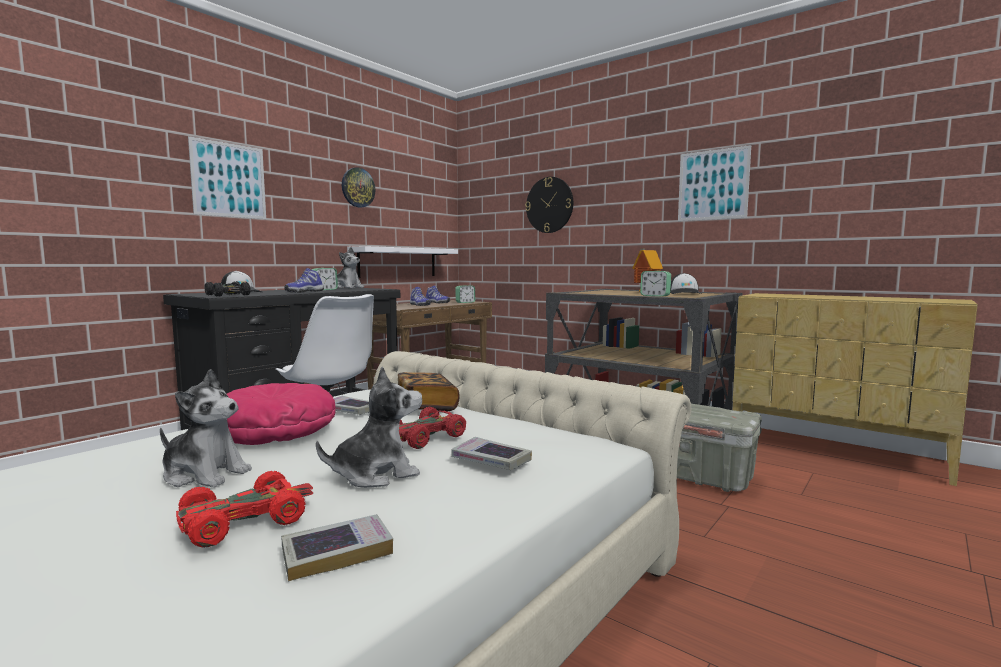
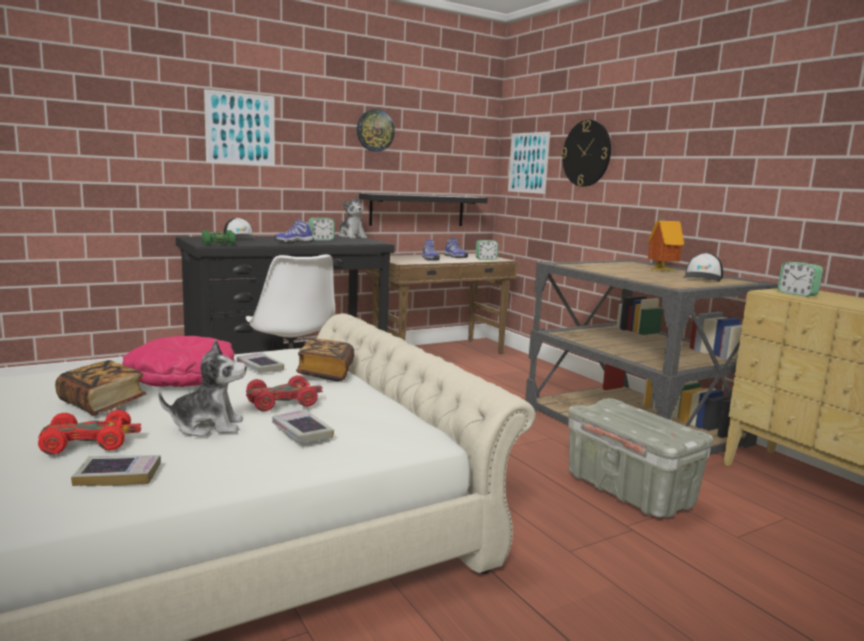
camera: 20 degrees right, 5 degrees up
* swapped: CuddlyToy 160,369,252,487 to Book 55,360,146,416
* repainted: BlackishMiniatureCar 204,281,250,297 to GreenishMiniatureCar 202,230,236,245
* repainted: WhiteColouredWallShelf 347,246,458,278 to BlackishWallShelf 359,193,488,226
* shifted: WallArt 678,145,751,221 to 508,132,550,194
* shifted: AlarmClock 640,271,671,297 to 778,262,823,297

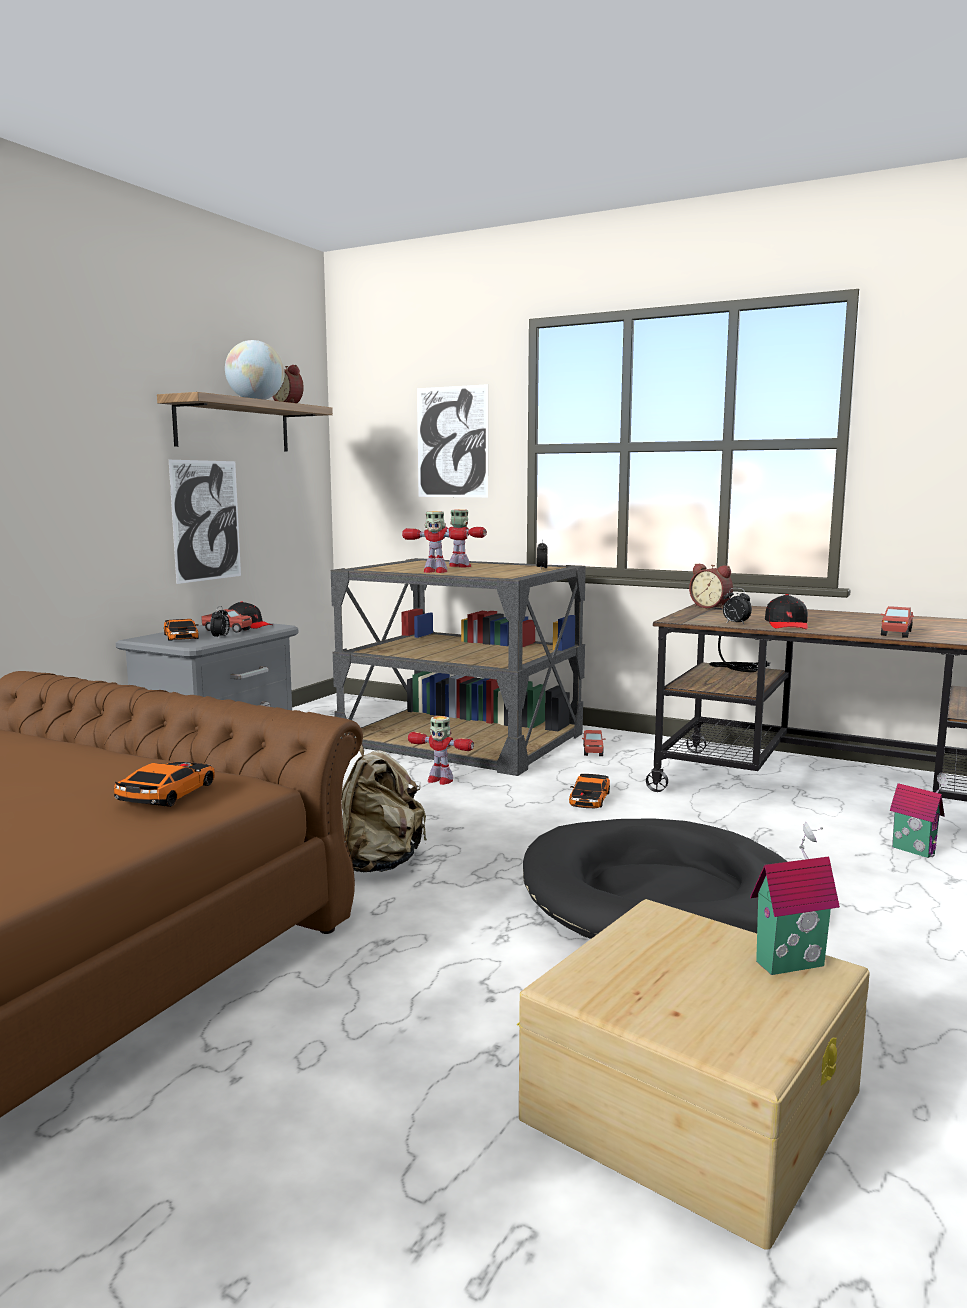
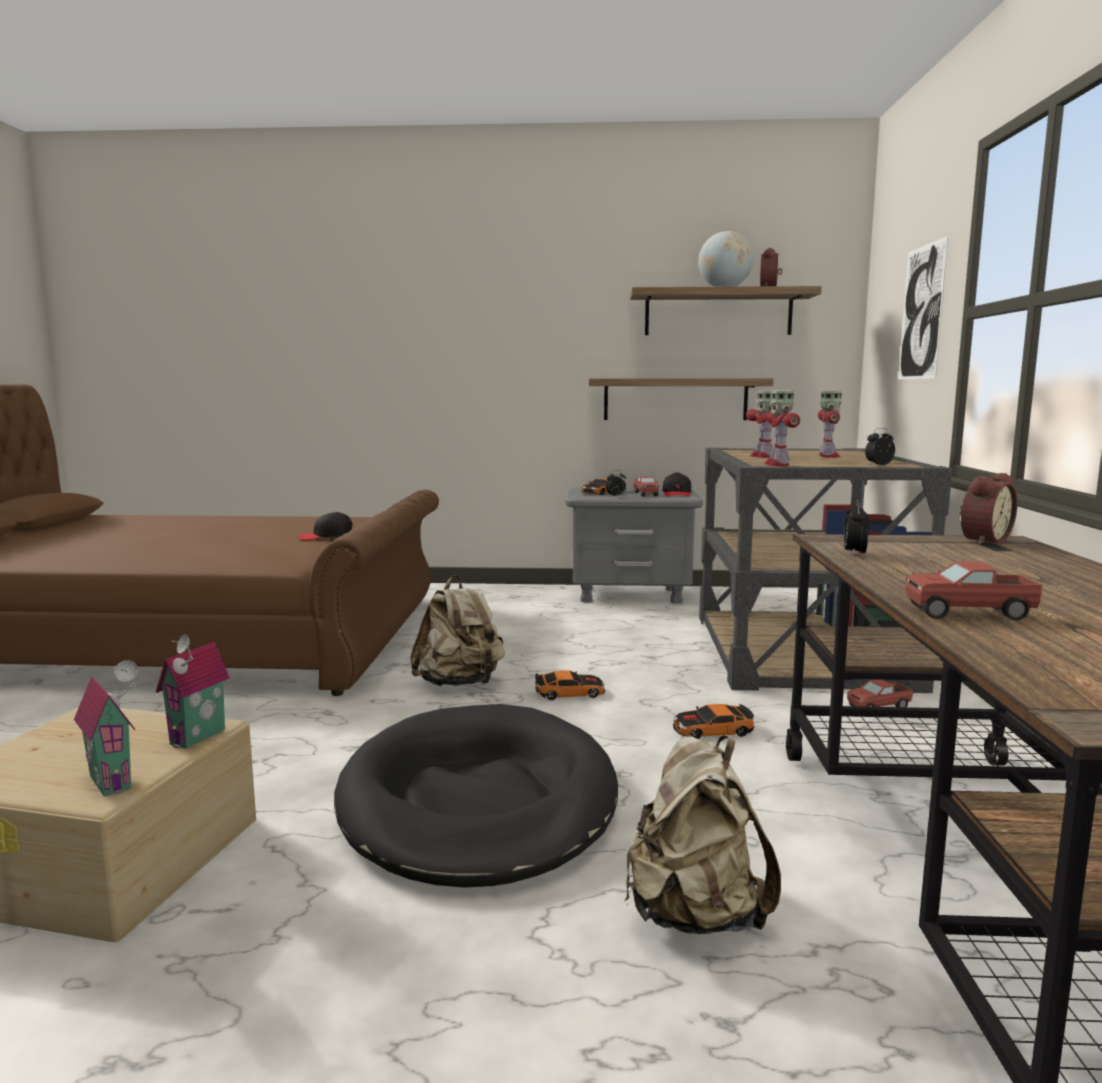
camera: 65 degrees right, 0 degrees up
* shifted: ToyHouse 890,773,948,858 to 156,634,230,748
* shifted: BlackishBaseballCap 765,594,808,629 to 298,512,353,540
* shifted: MiniatureCar 114,762,215,807 to 535,670,605,700
* swapped: WallArt 169,460,241,584 to WallShelf 589,378,774,420
* new: SandColouredRucksack 625,735,781,934
* shifted: RobotFigure 408,716,474,785 to 764,390,800,466
* rotated: AlarmClock 689,564,733,609 = 959,473,1018,545 150 degrees counterclockwise

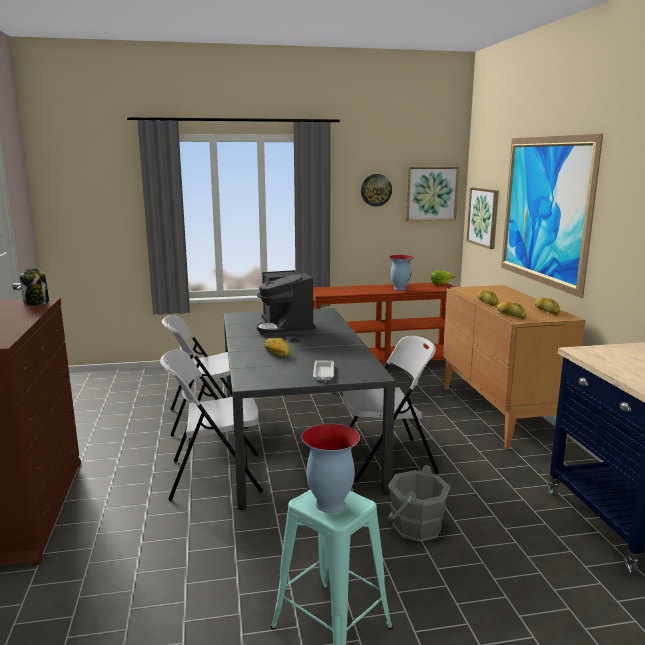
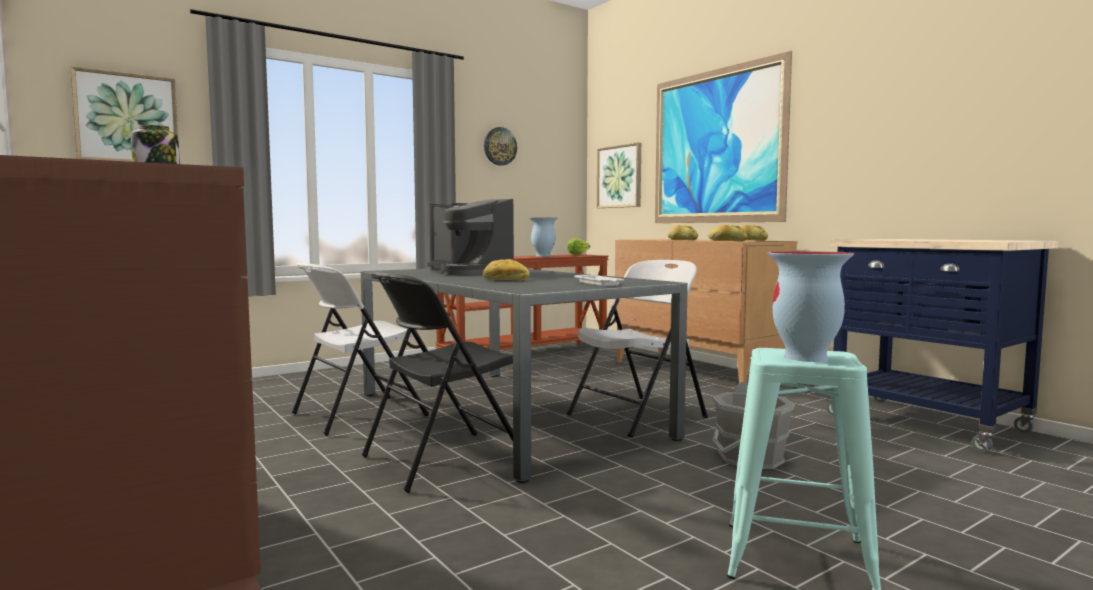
camera: 25 degrees left, 10 degrees down
* shifted: WallArt 406,167,459,221 to 70,66,178,162
* repainted: WhiteColouredPlainChair 160,349,263,501 to BlackishPlainChair 362,271,513,493

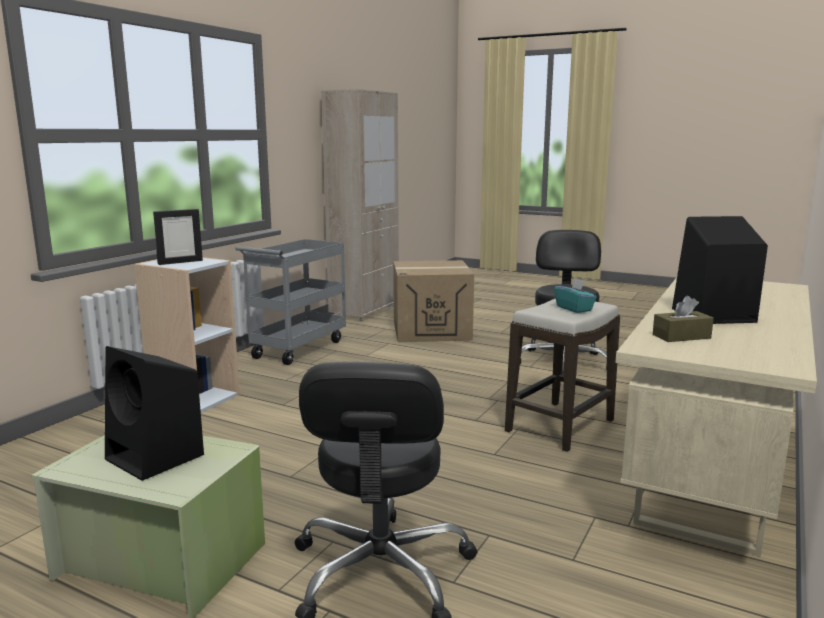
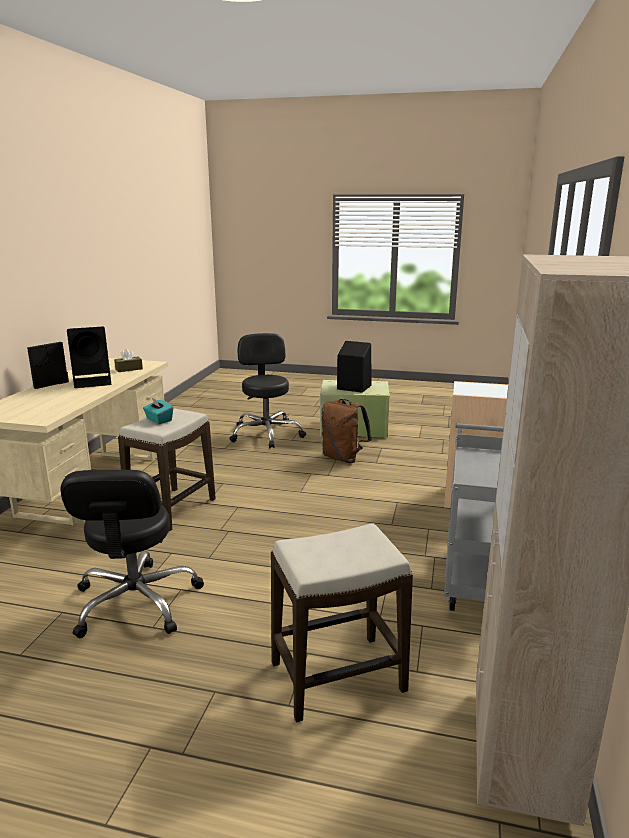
camera: 165 degrees right, 5 degrees up
* shifted: PhotoFrame 153,209,203,265 to 27,342,69,389
* swapped: Carton 393,260,474,342 to Stool 271,524,413,723
* new: BrownColouredRucksack 322,399,372,463

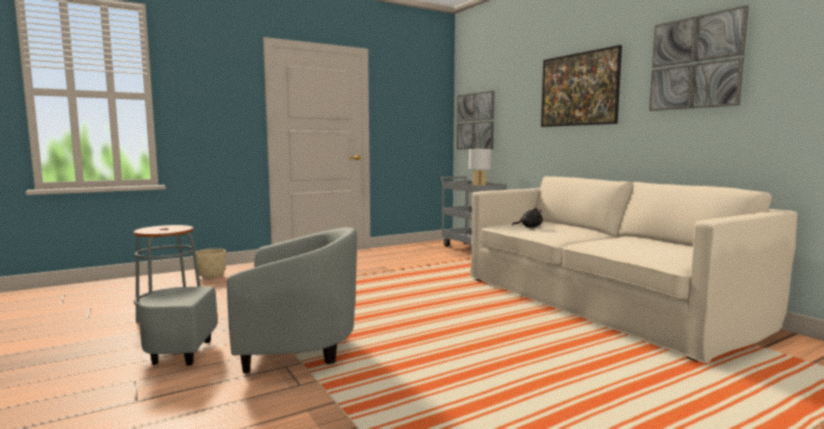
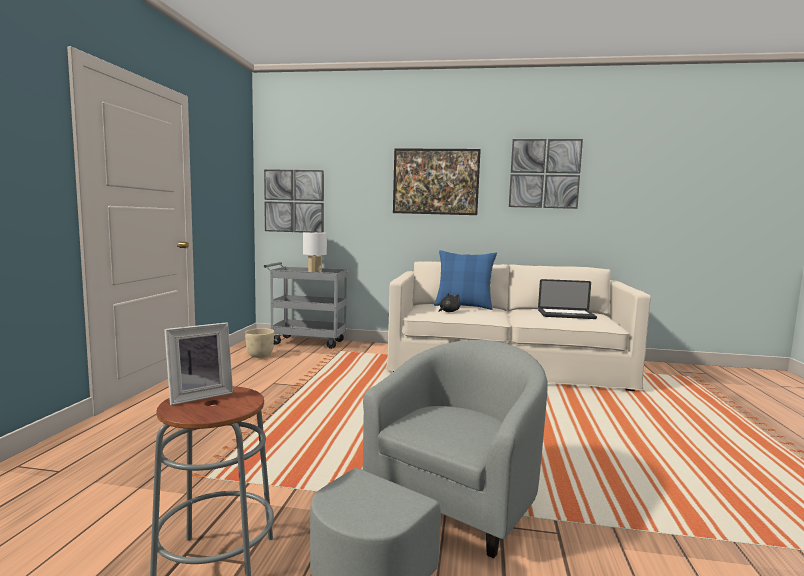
camera: 50 degrees left, 0 degrees up
* new: PhotoFrame 164,322,233,405
* shifted: SandColouredPlanter 196,248,226,278 to 245,328,274,358
* new: BluishCushion 434,250,497,310
* new: NotebookComputer 538,279,597,319

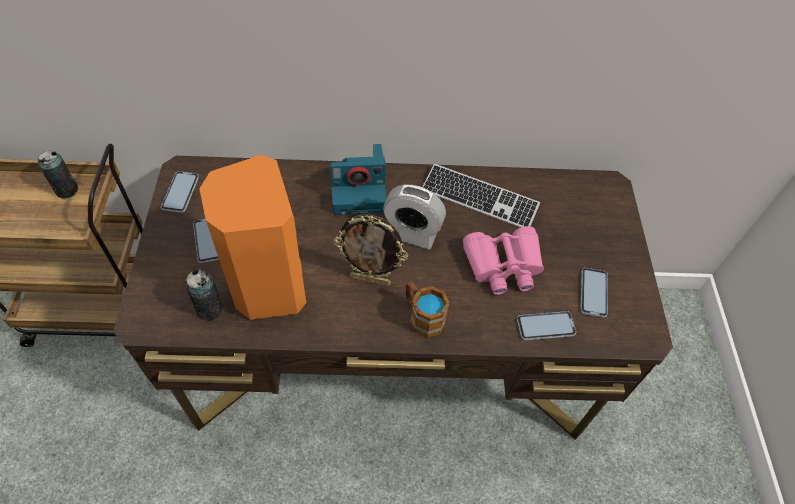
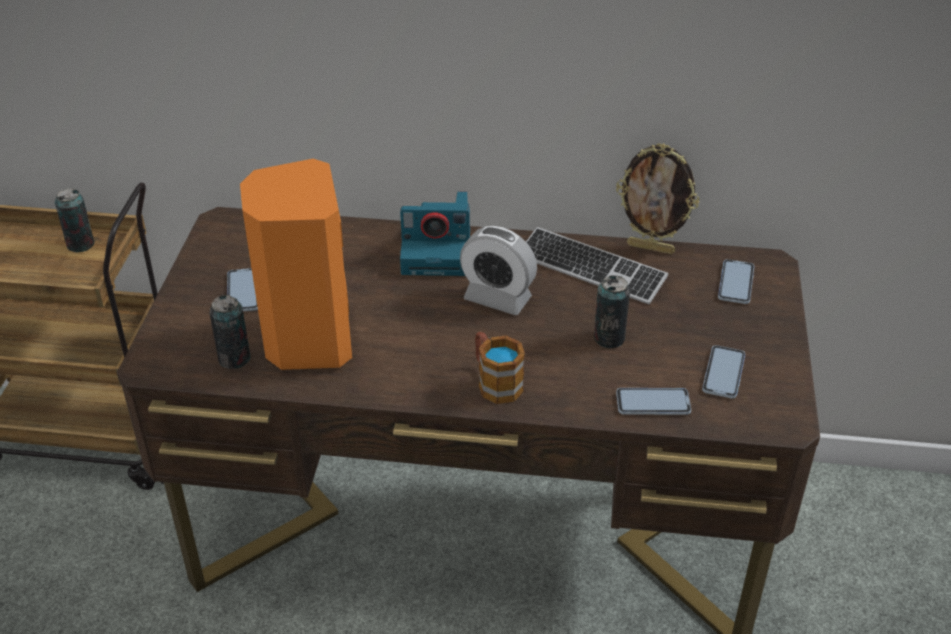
camera: 10 degrees right, 15 degrees down
* swapped: PinkFieldGlasses 463,226,544,295 to MetalCan 594,275,630,348
* shifted: PhotoFrame 334,214,408,286 to 616,143,699,254
* shifted: Handset 161,171,199,213 to 718,259,754,304

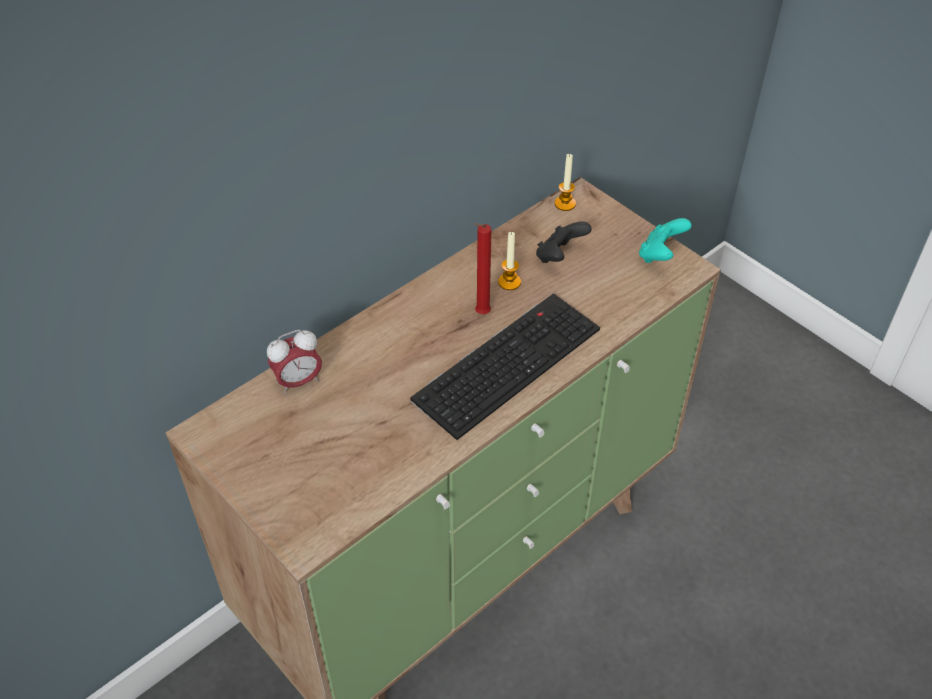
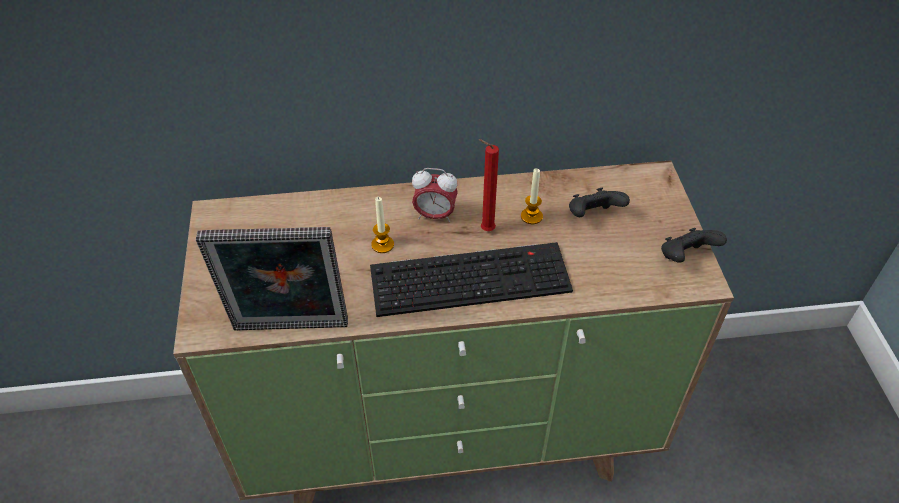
camera: 35 degrees right, 0 degrees up
* new: PhotoFrame 196,227,348,331
* shifted: Candle 555,154,576,211 to 371,197,394,253
* shifted: AlarmClock 267,330,322,394 to 412,168,458,222
* repainted: TurquoiseGamepad 639,218,691,263 to BlackishGamepad 661,228,727,263

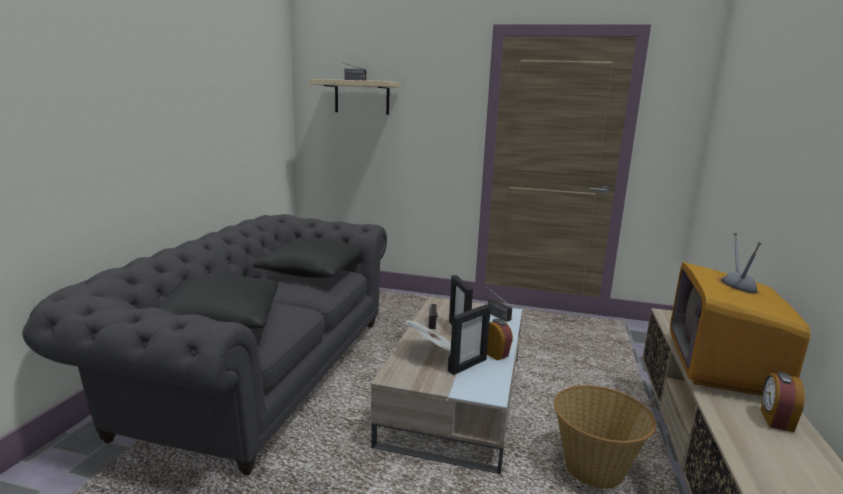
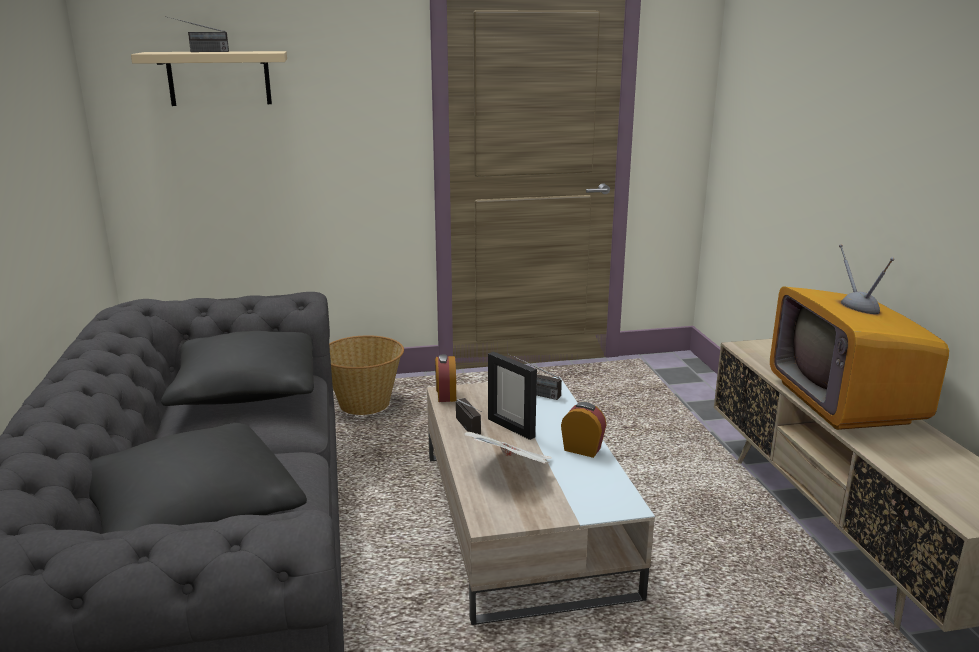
camera: 25 degrees left, 5 degrees up
* shifted: StorageBasket 554,385,656,489 to 329,335,404,415
* shifted: AlarmClock 761,371,805,432 to 435,355,456,402
* gone: PhotoFrame 448,305,491,375

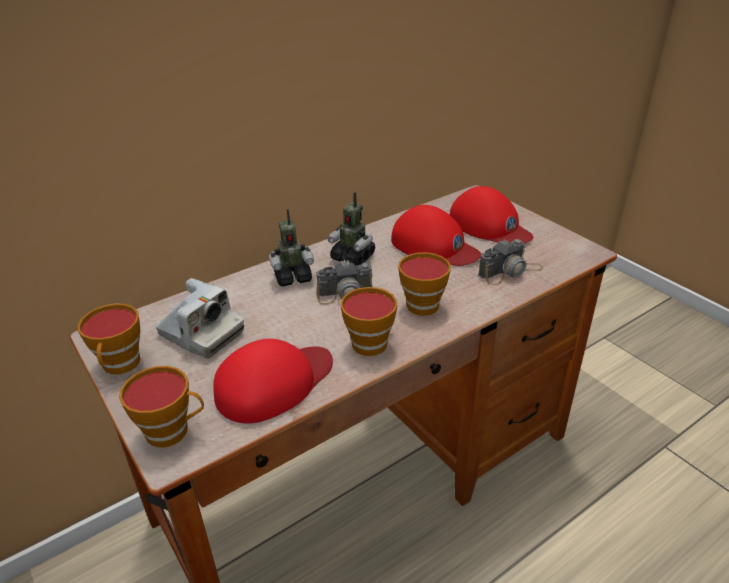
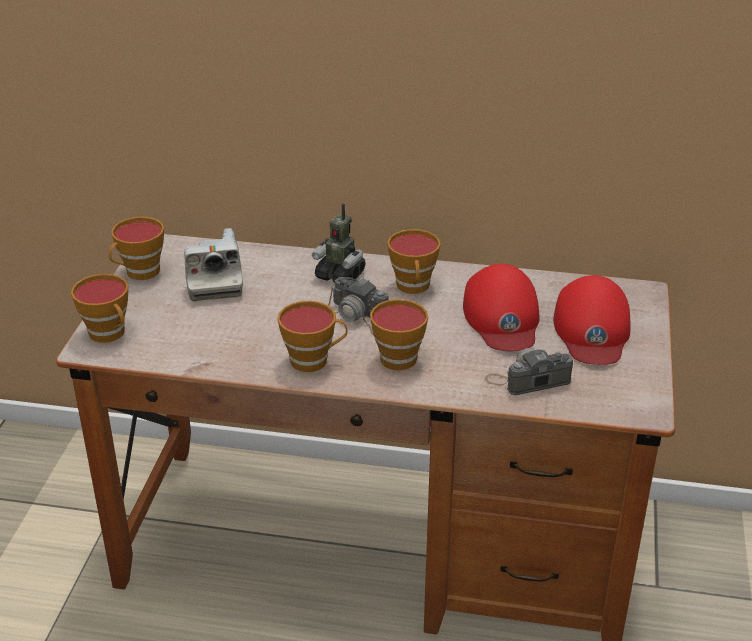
camera: 45 degrees right, 0 degrees up
* swapped: RobotFigure 328,192,375,266 to Cup 387,229,441,294
* rotated: PhotoCamera 478,239,543,285 = 485,348,573,395 150 degrees clockwise
* gone: ReddishBaseballCap 213,339,333,424

